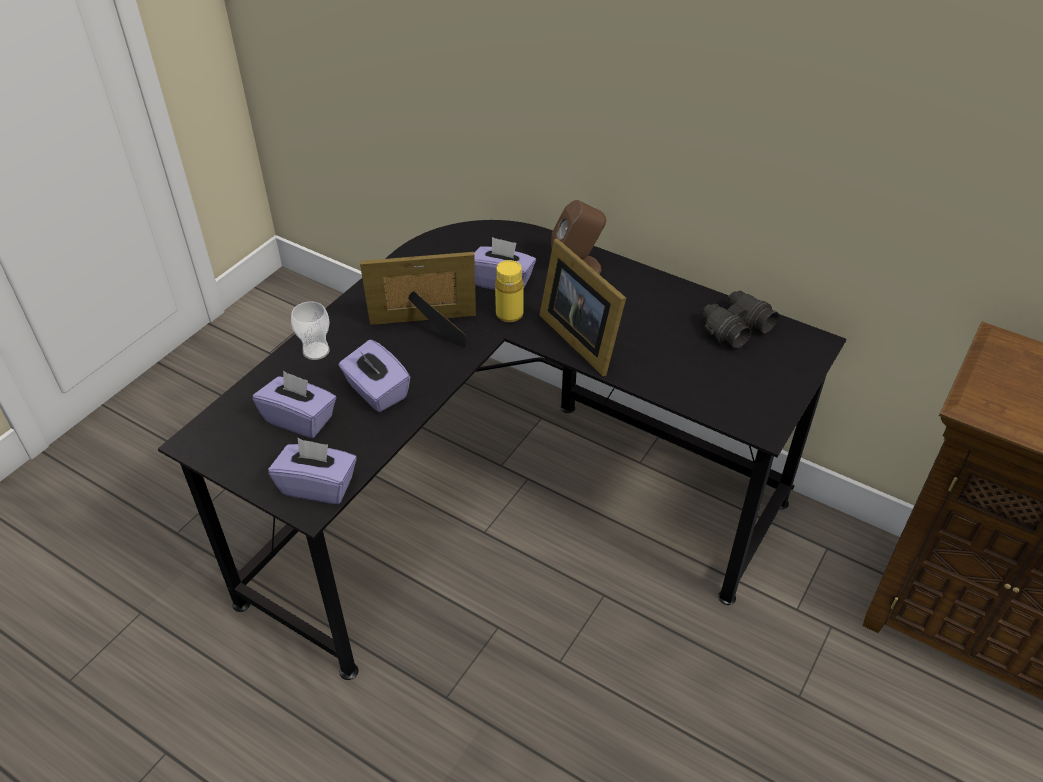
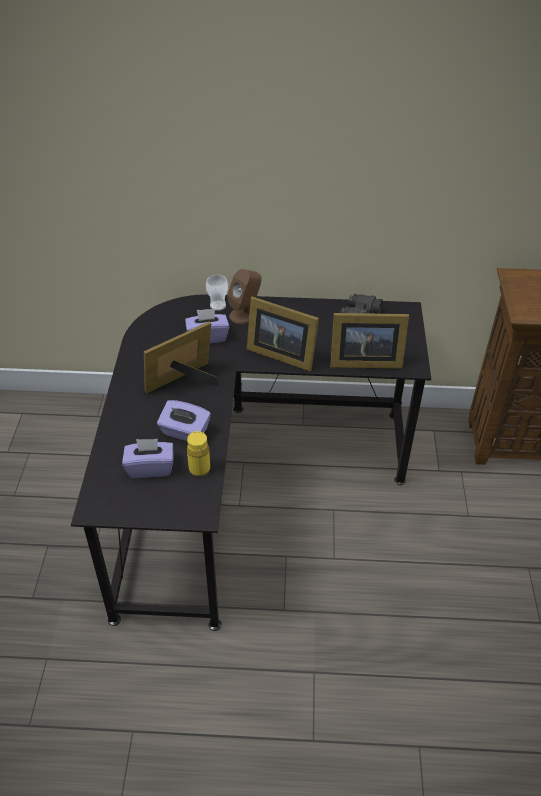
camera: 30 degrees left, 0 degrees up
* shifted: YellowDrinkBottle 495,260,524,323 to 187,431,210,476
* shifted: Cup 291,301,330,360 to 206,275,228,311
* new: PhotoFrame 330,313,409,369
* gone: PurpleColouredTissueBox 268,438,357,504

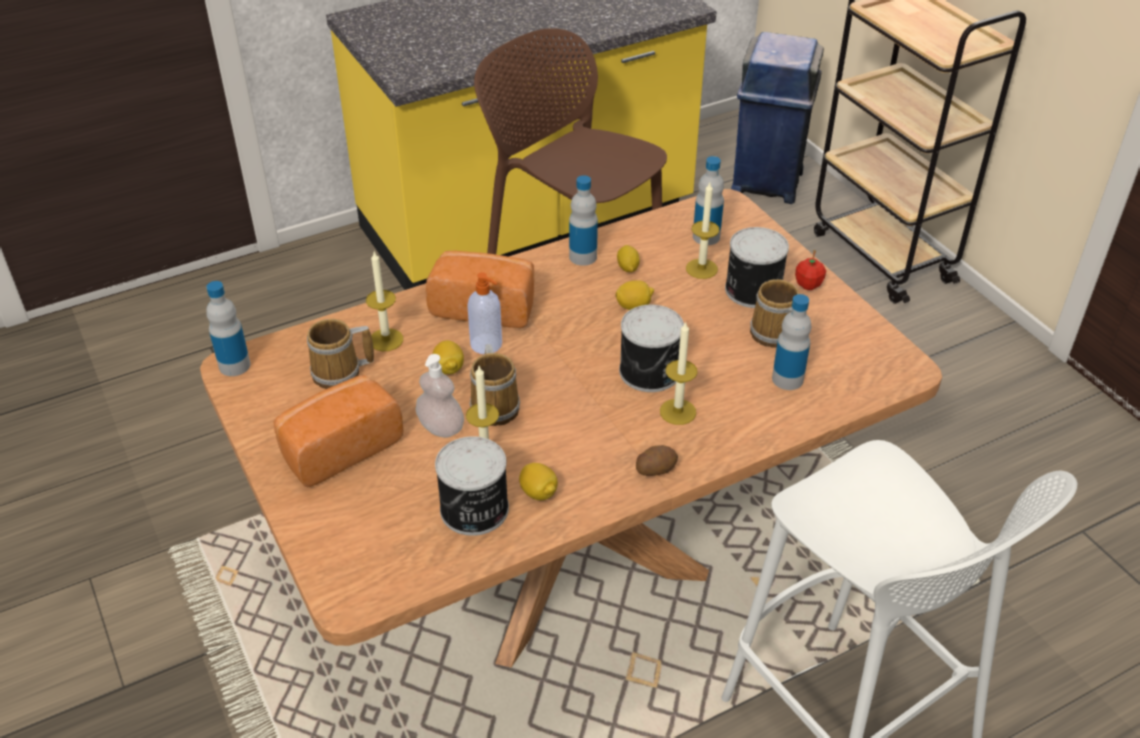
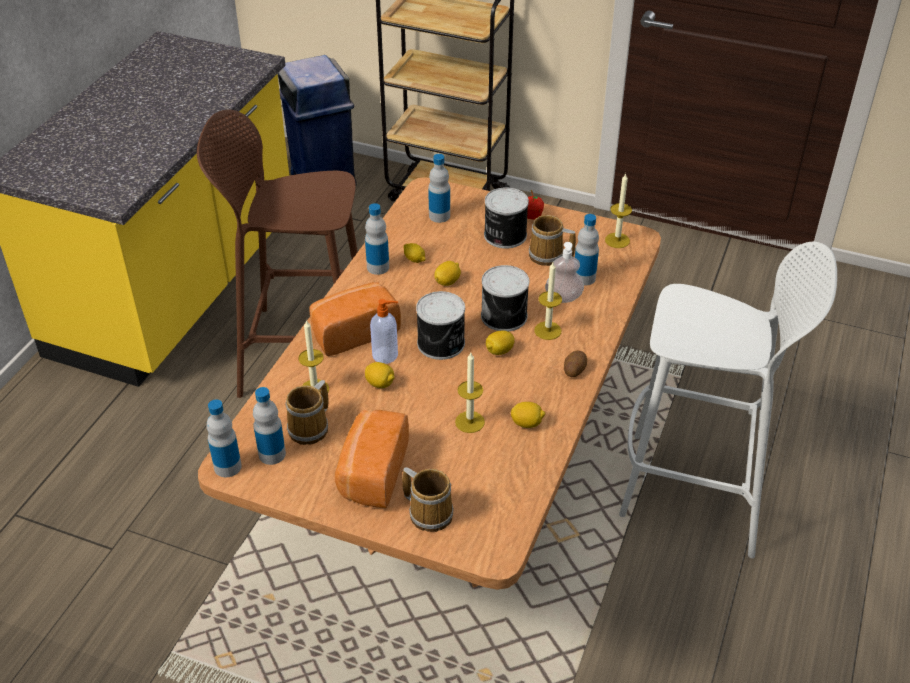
camera: 40 degrees left, 0 degrees up
* new: DrinkBottle 253,387,286,465
* shifted: Mug 469,344,520,426 to 402,467,454,532
* shifted: MetalCan 435,436,509,536 to 416,291,465,360
* new: WholeLemon 486,330,514,355
* shifted: SoapDispenser 415,354,464,438 to 545,242,584,303
* shifted: Candle 686,182,719,279 to 605,173,632,248

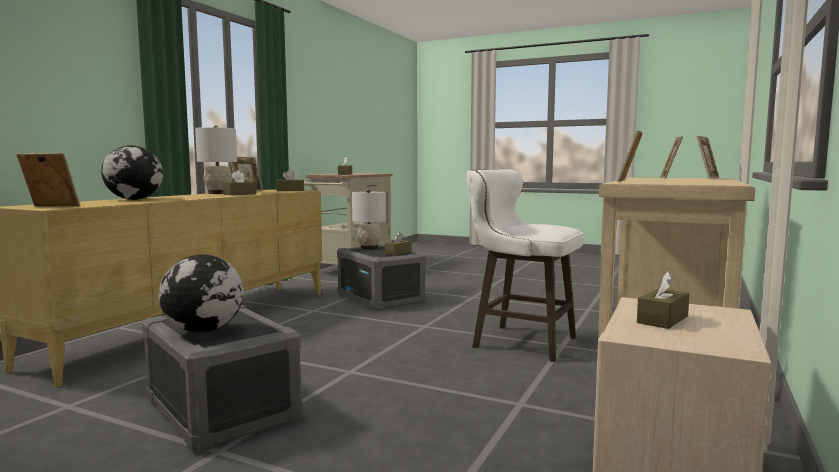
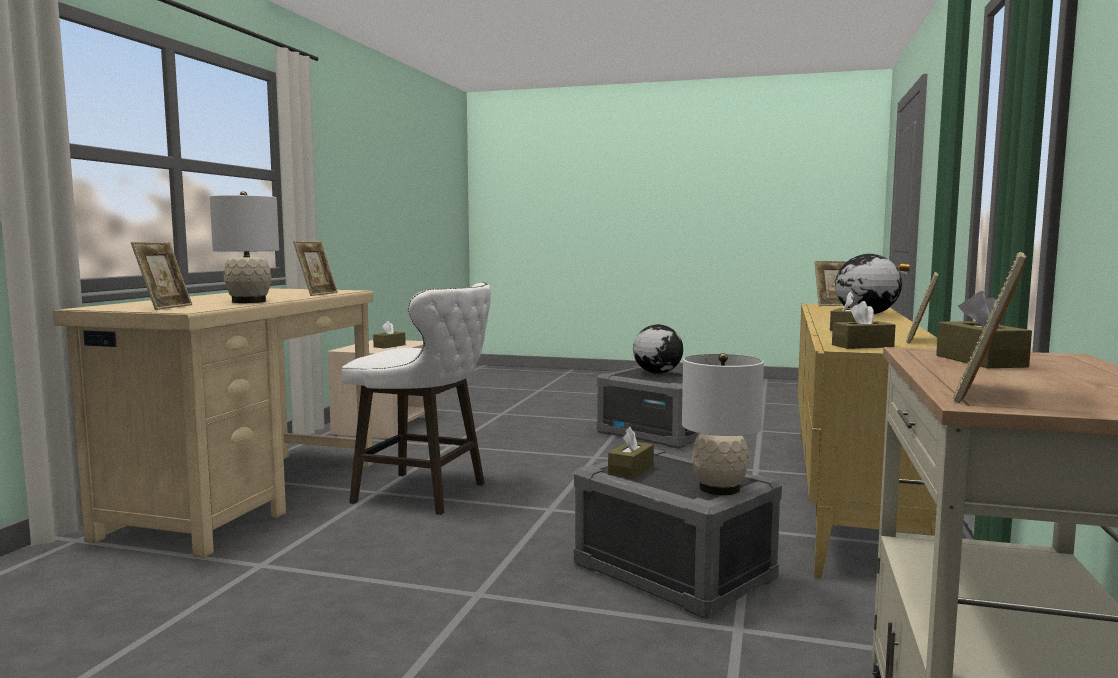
camera: 170 degrees right, 0 degrees up
* shifted: WhiteColouredTabletopLamp 195,125,237,194 to 210,191,279,303
* shifted: PhotoFrame 697,136,719,179 to 953,252,1027,403

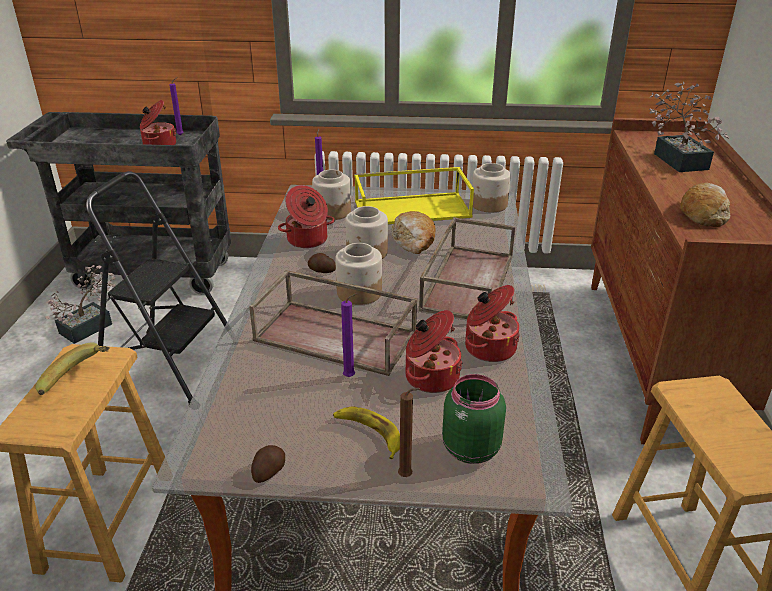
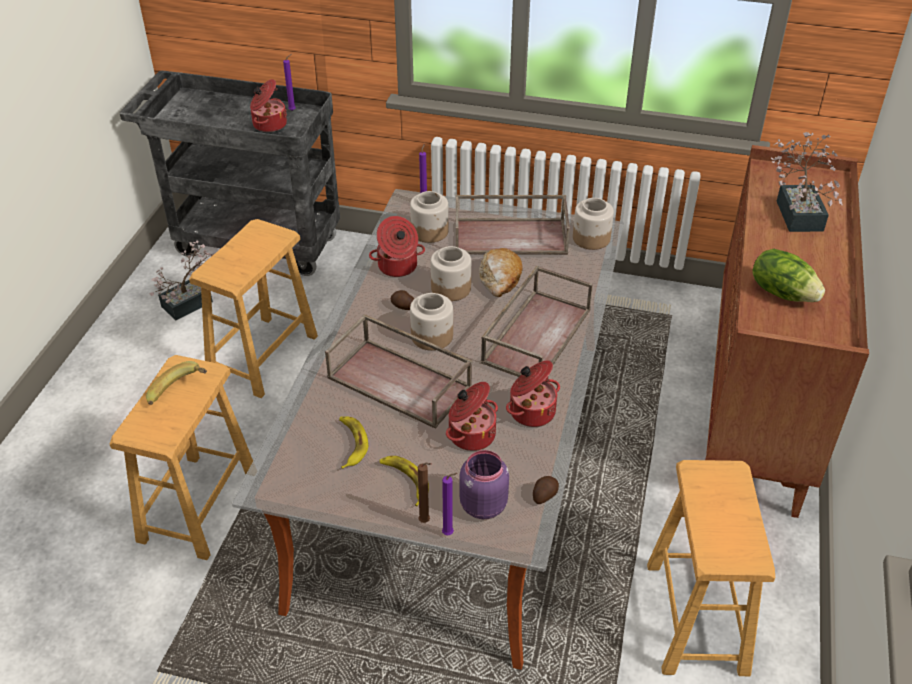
camera: 10 degrees right, 10 degrees up
* swapped: BlackishStepLadder 86,171,227,404 to BrownColouredStool 189,219,318,398
* new: BananaFruit 339,416,368,469
* shifted: PurpleColouredCandle 341,293,357,377 to 442,473,458,535
* repainted: YellowTray 354,167,474,224 to BrownColouredTray 455,195,570,254
* repainted: GreenishJar 442,374,506,464 to PurpleColouredJar 459,450,509,519
* shifted: WholePotato 251,445,285,483 to 533,476,559,504
* swapped: BakedBread 681,183,730,227 to LettuceHead 752,249,825,302

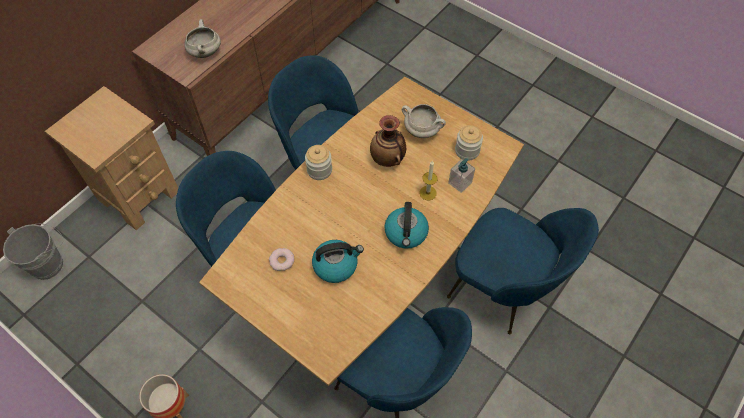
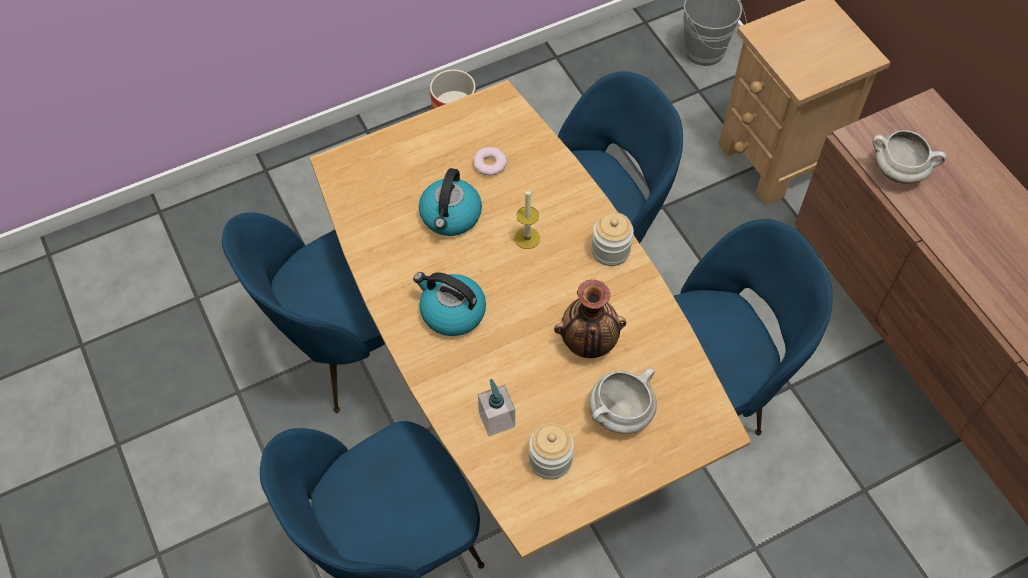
camera: 115 degrees right, 0 degrees up
* shifted: Candle 419,160,438,200 to 514,189,540,249

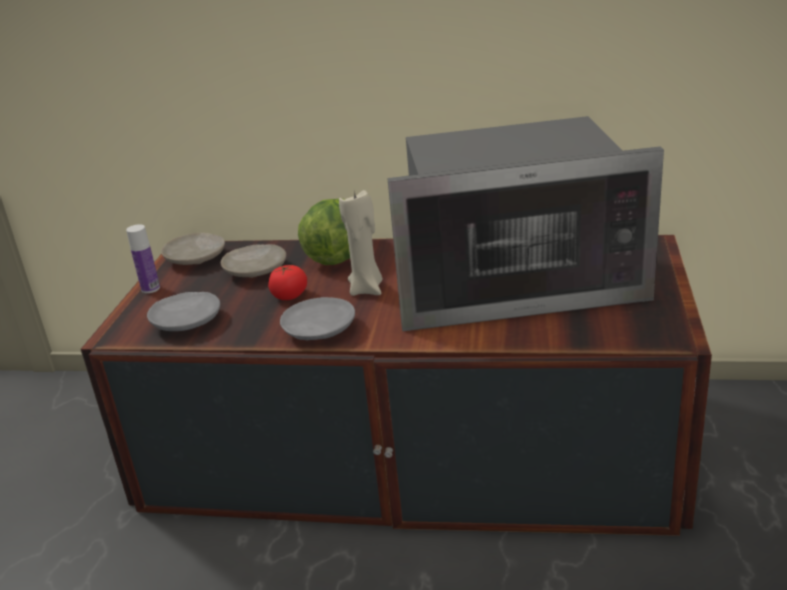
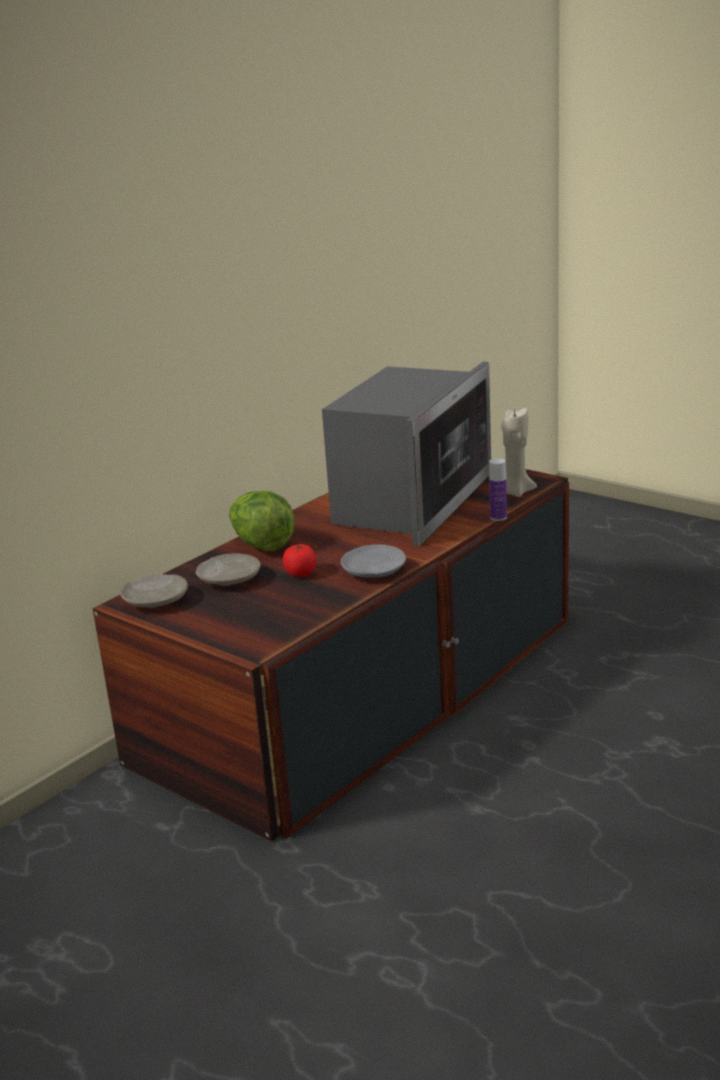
camera: 60 degrees left, 5 degrees down
* shifted: DrinkBottle 126,224,160,293 to 489,458,507,521
* shifted: SandColouredCandle 339,190,382,296 to 501,408,537,497
* gone: GreyishPlate 147,292,220,331

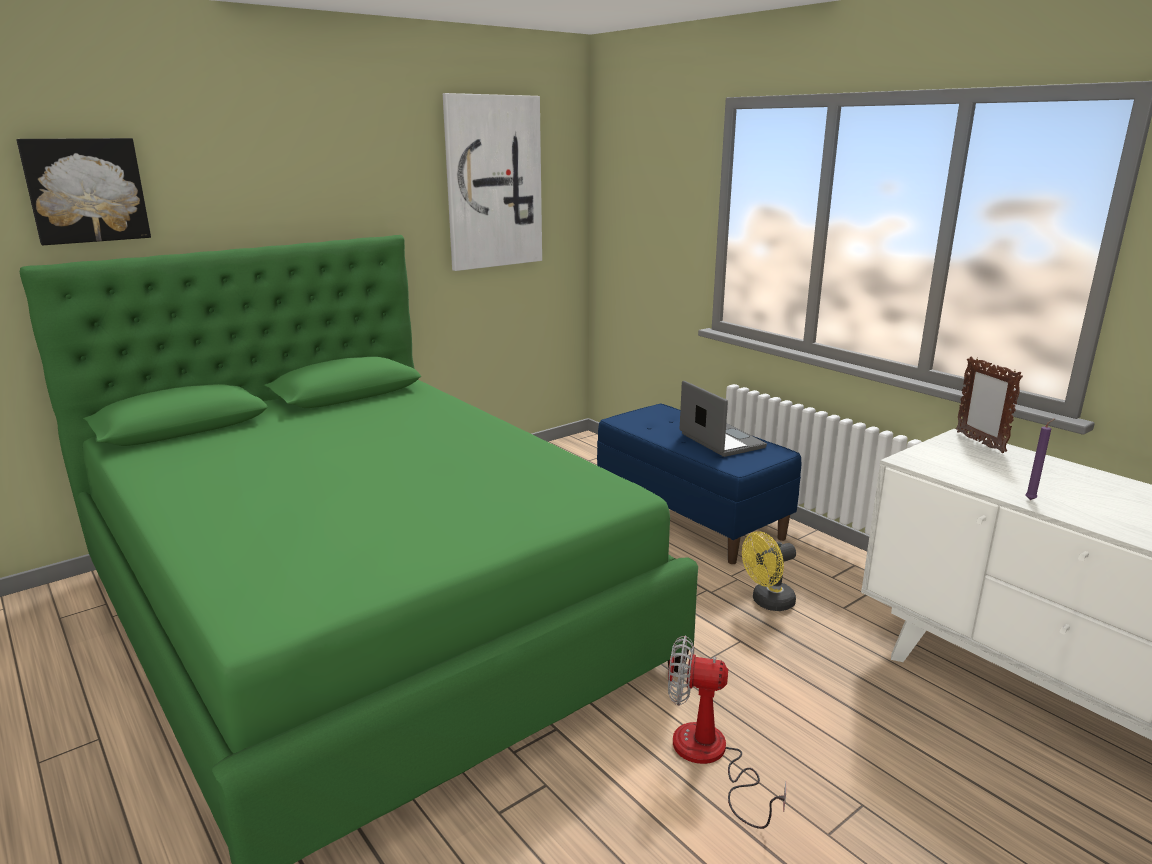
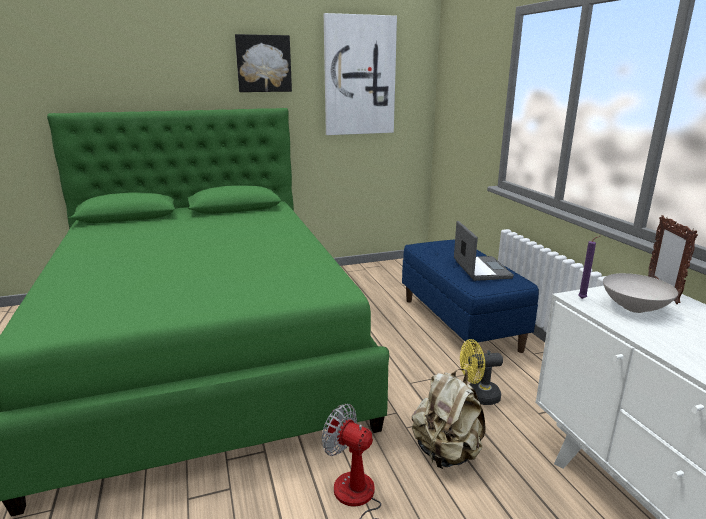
camera: 20 degrees right, 0 degrees up
* shifted: WallArt 16,138,151,245 to 235,34,292,92
* new: SandColouredRucksack 412,369,485,469
* shifted: PurpleColouredCandle 1025,419,1055,500 to 578,236,600,299
* new: WhiteColouredServingBowl 603,273,678,313

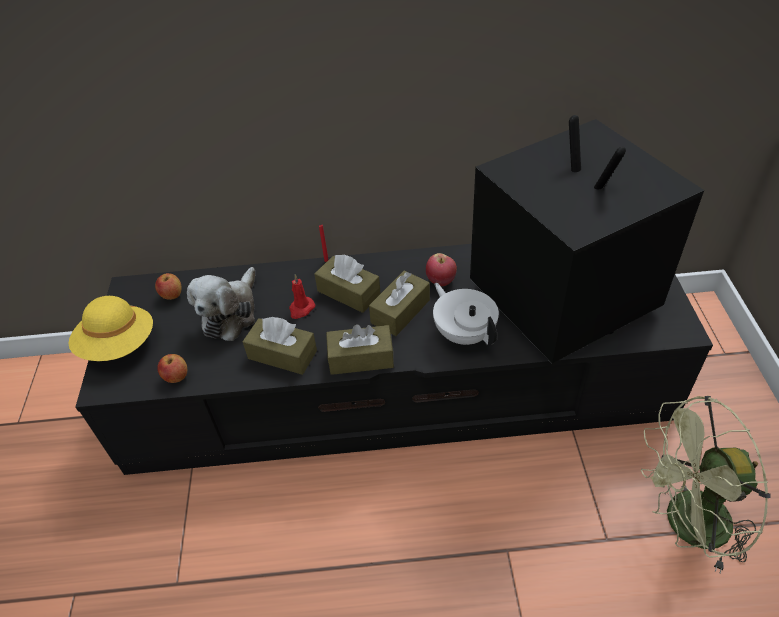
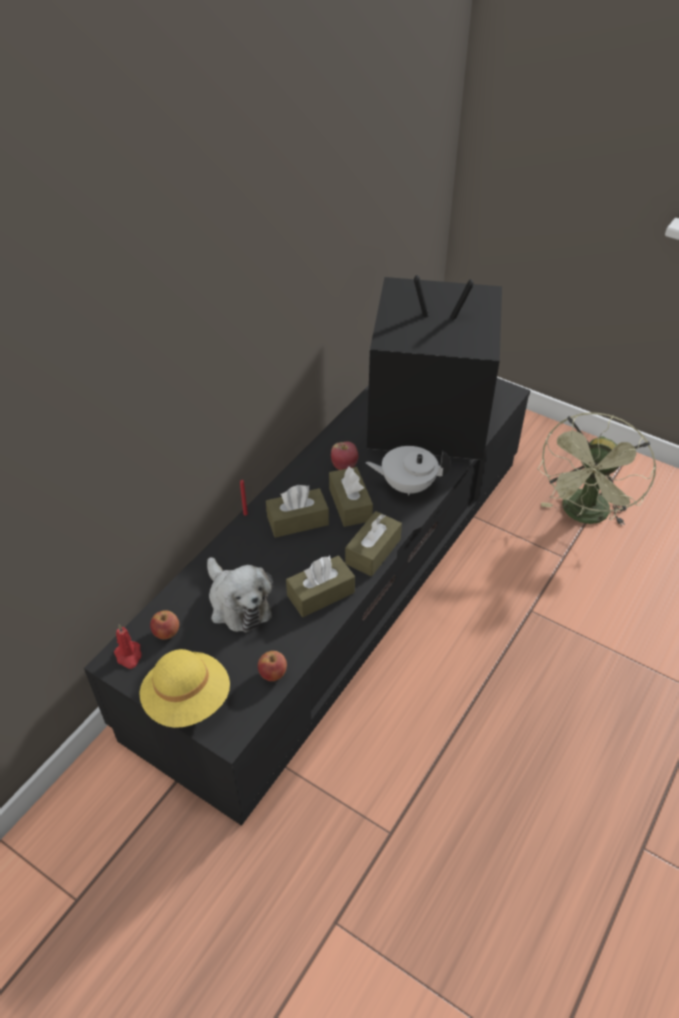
camera: 55 degrees left, 0 degrees up
* shifted: ReddishCandle 289,274,315,319 to 114,624,142,669

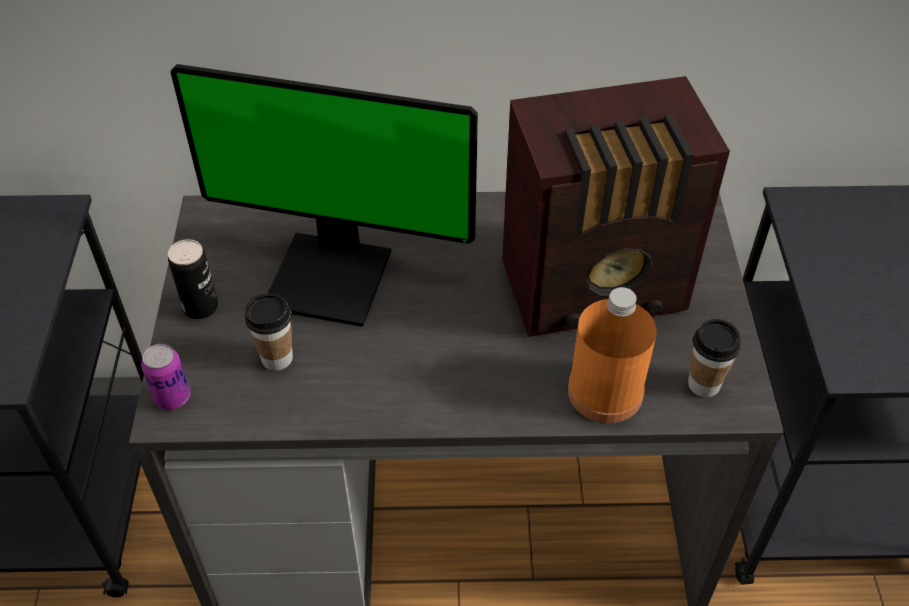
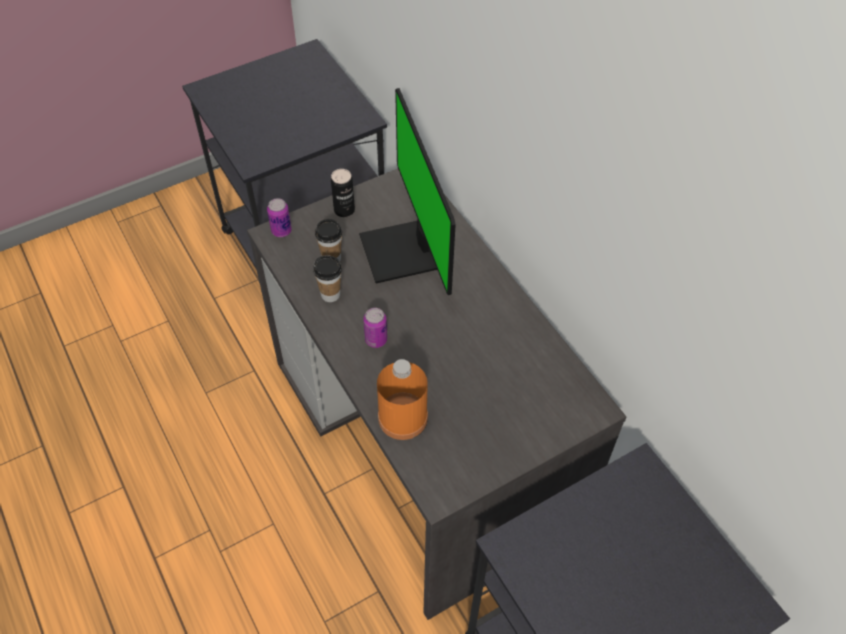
camera: 60 degrees right, 5 degrees up
* shifted: Cup 688,319,741,397 to 313,256,342,302
* new: MetalCan 363,308,387,348
* gone: RadioSet 502,76,730,337

